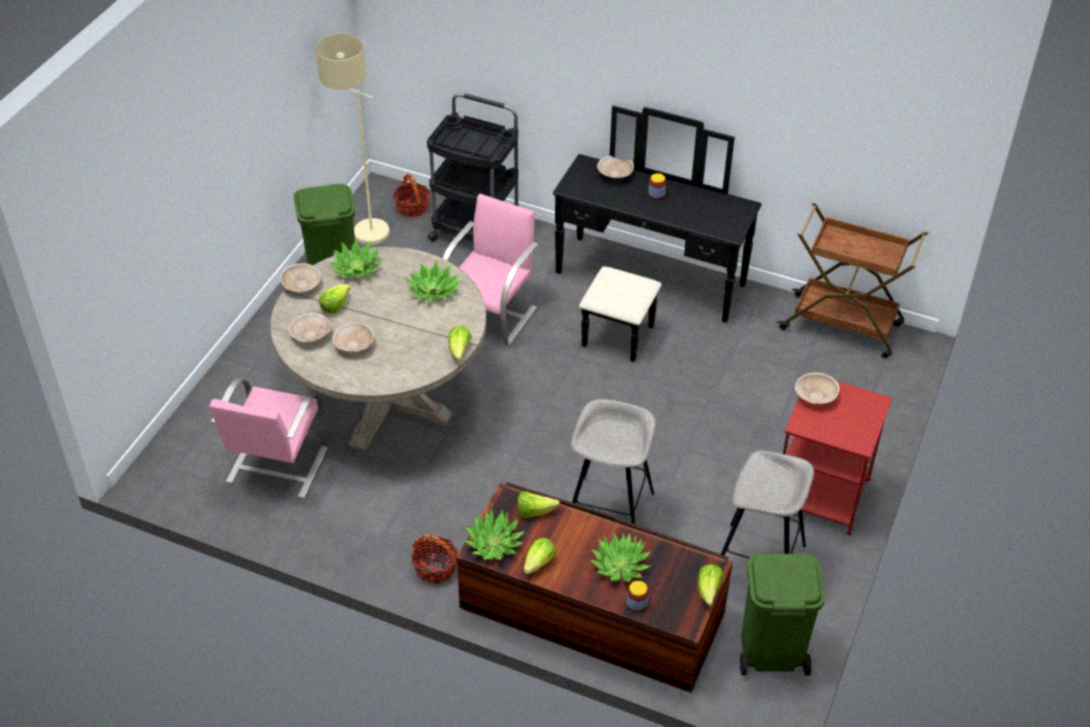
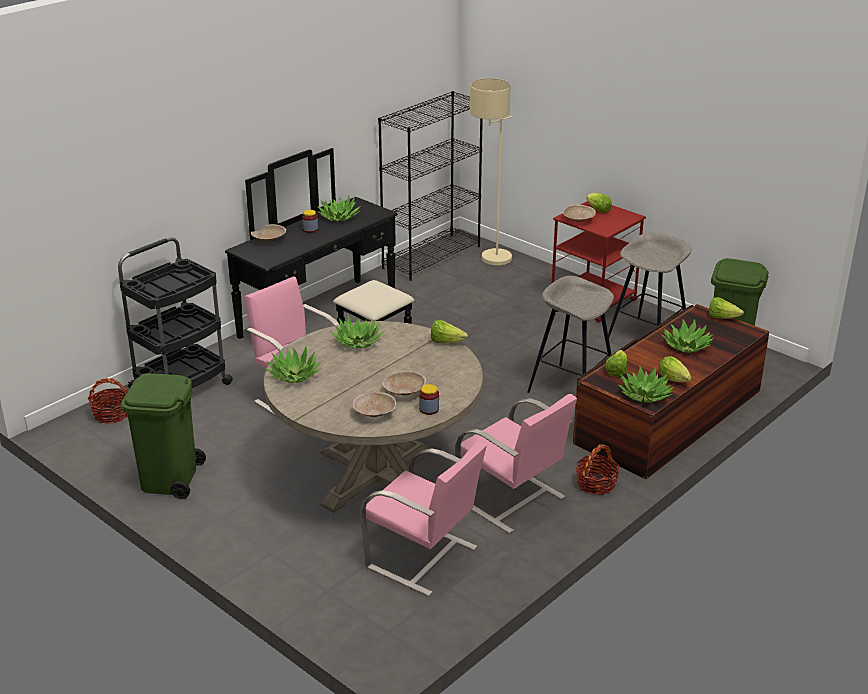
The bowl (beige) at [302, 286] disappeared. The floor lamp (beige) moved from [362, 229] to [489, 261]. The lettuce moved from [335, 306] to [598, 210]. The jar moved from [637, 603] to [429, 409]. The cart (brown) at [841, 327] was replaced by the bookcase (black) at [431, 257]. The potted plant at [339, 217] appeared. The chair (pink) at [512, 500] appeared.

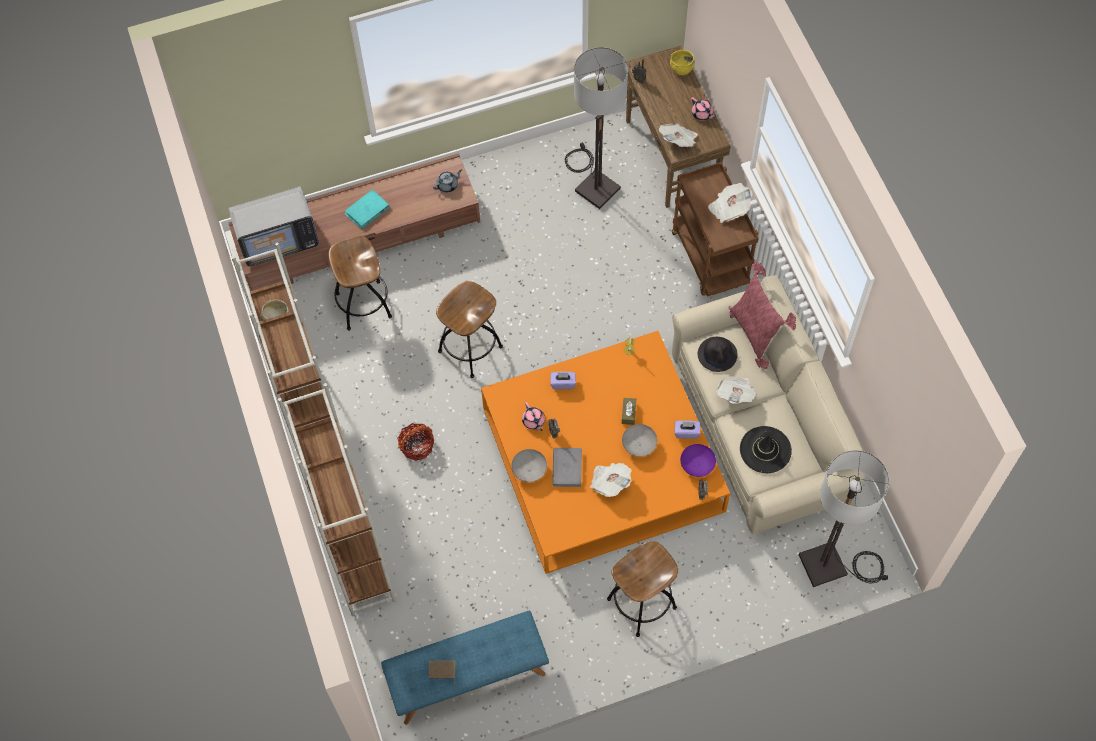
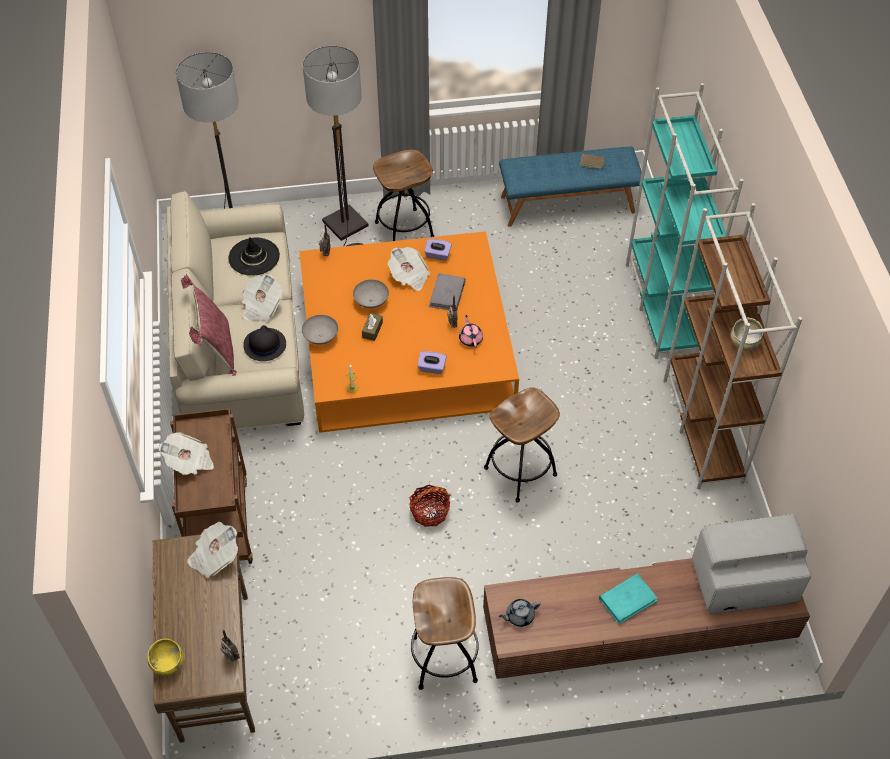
The bookcase (brown) at [355, 550] became the bookcase (turquoise) at [661, 308]. The stool (brown) moved from [363, 304] to [444, 659]. The basket moved from [417, 446] to [429, 512]. The bowl (grey) moved from [530, 470] to [320, 337]. The floor lamp moved from [592, 181] to [347, 233]. The tissue box (purple) moved from [686, 432] to [437, 255]. The bowl (purple) at [697, 465] disappeared. The teapot (pink) at [702, 114] disappeared.

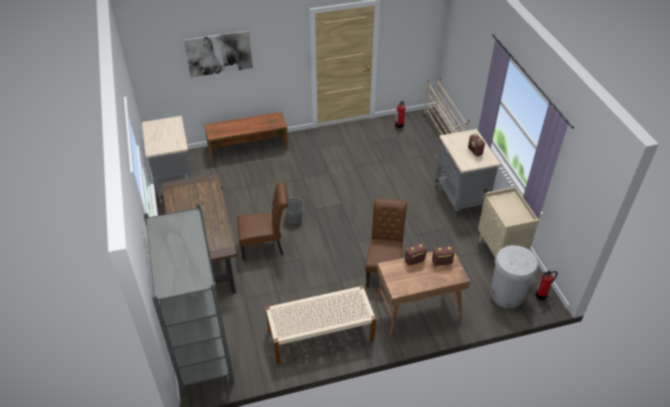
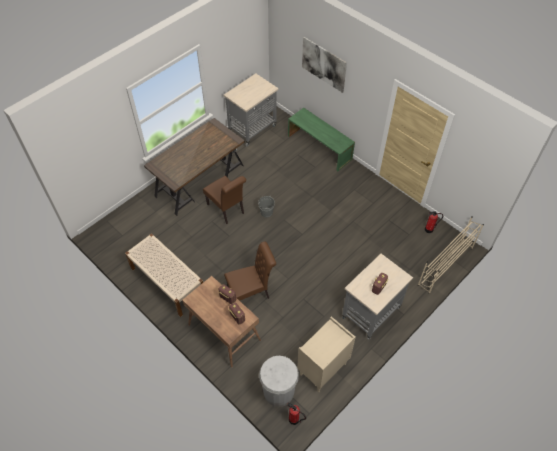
The bookcase (grey) at [202, 348] disappeared. The bench (brown) at [248, 147] became the bench (green) at [320, 147].

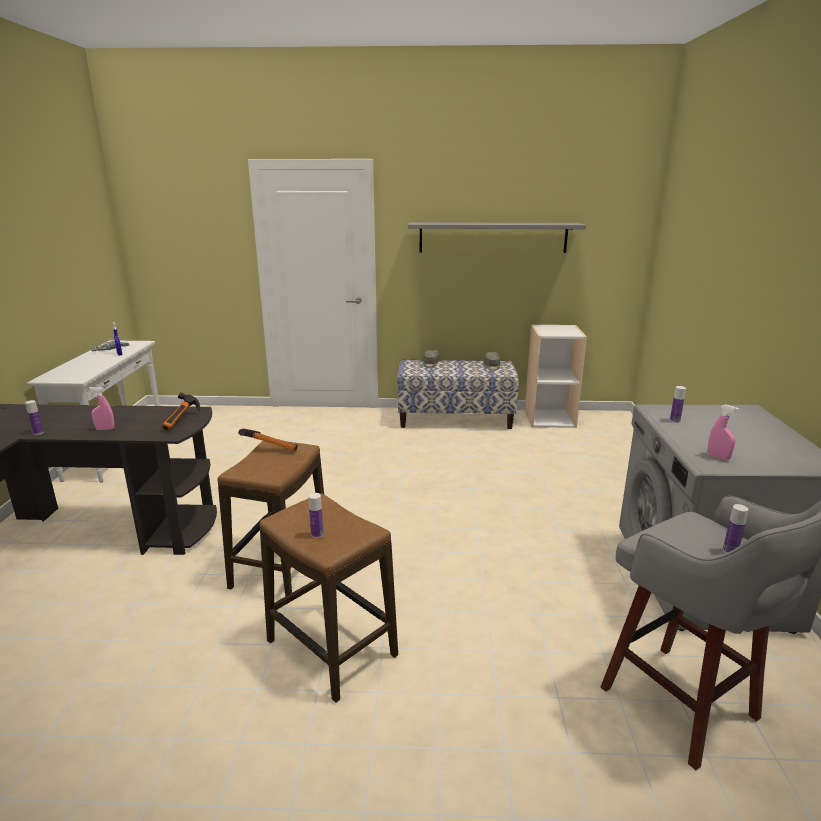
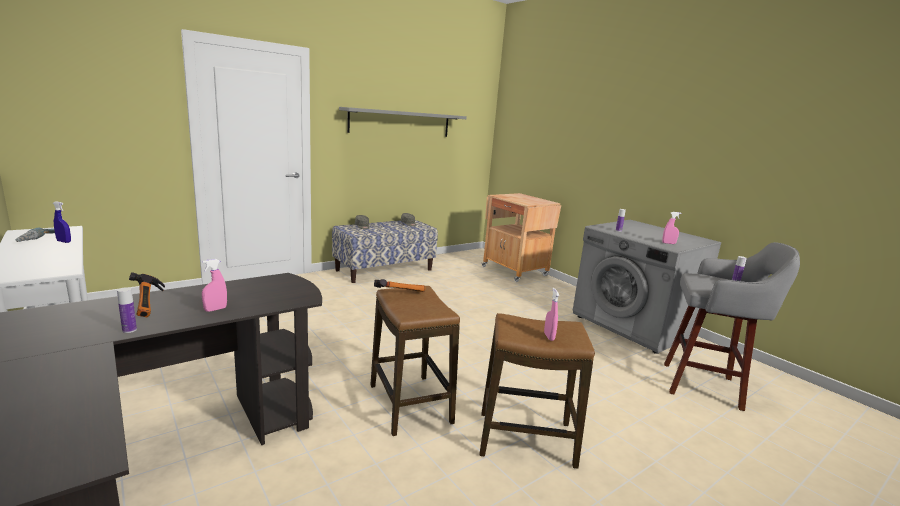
The hammer moved from [183, 421] to [150, 305]. The bottle at [317, 534] was replaced by the spray bottle (pink) at [549, 336]. The bookcase at [550, 418] disappeared. The cart (brown) at [515, 272] appeared.

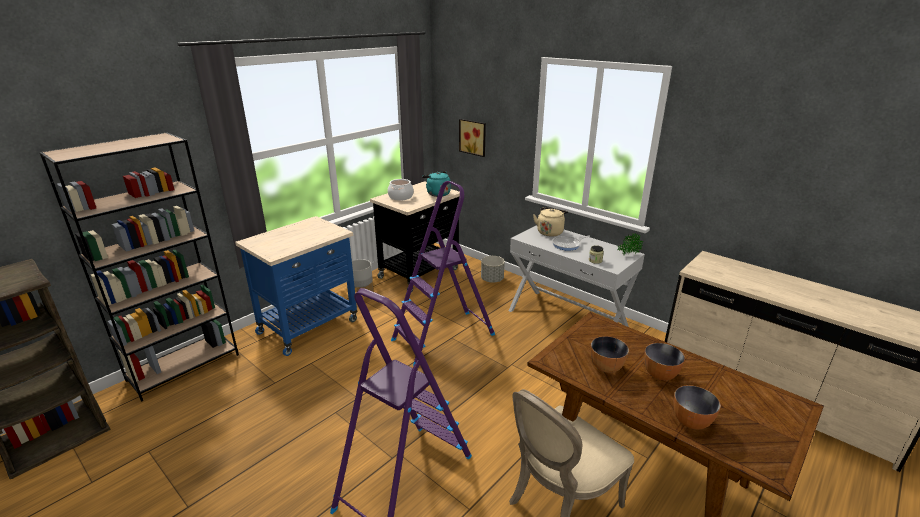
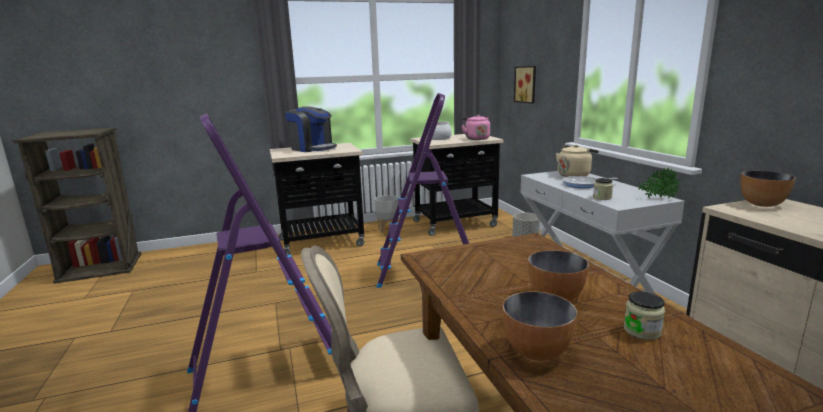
The bookcase (beige) at [184, 367] disappeared. The cart (blue) at [308, 326] became the cart (black) at [322, 242]. The kettle (turquoise) at [437, 194] became the kettle (pink) at [476, 138]. The bowl moved from [606, 367] to [761, 204]. The coffee machine at [312, 148] appeared. The jar at [642, 331] appeared.

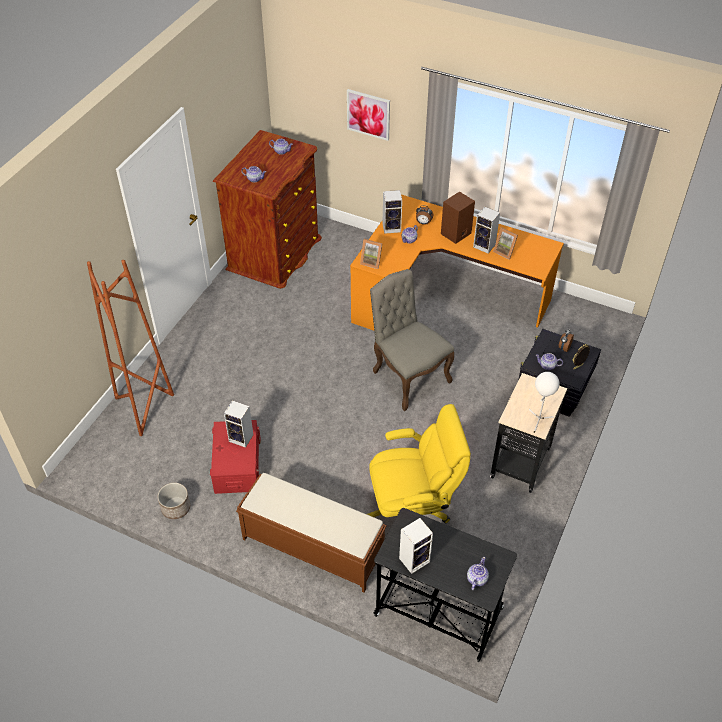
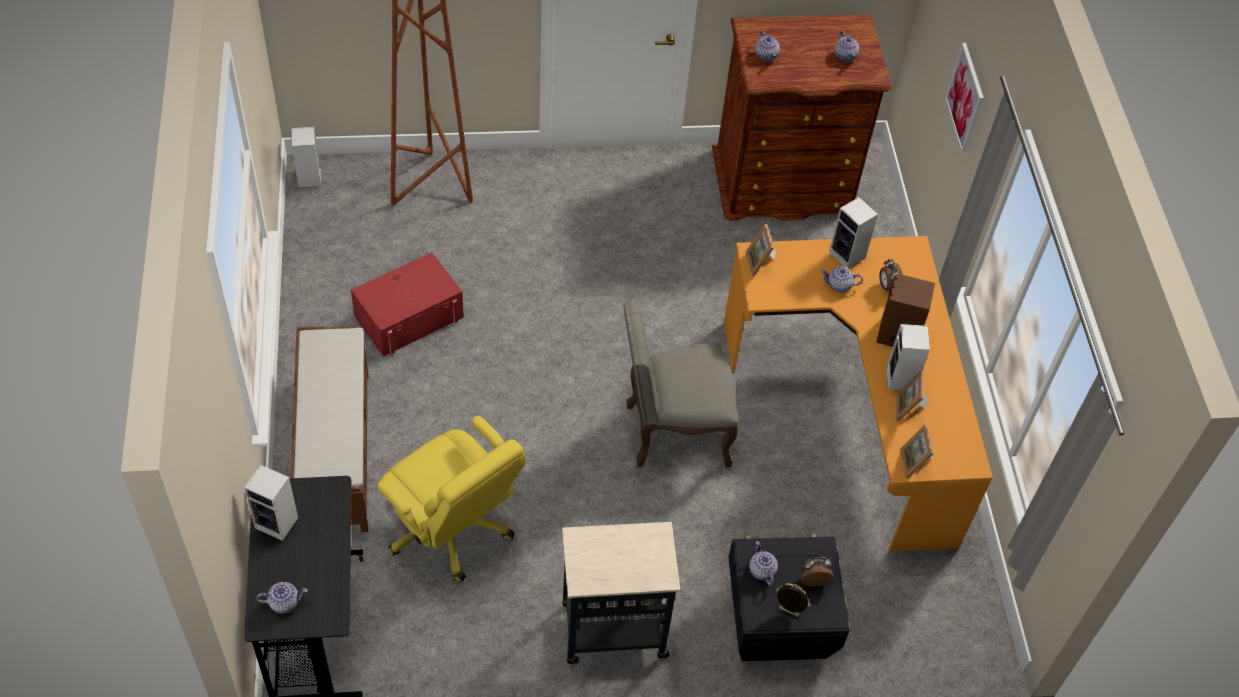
The planter at [176, 508] disappeared. The speaker moved from [242, 438] to [310, 178]. The chair (grey) at [408, 377] turned 120 degrees counterclockwise. The table lamp (white) at [538, 420] disappeared. The picture frame at [916, 463] appeared.

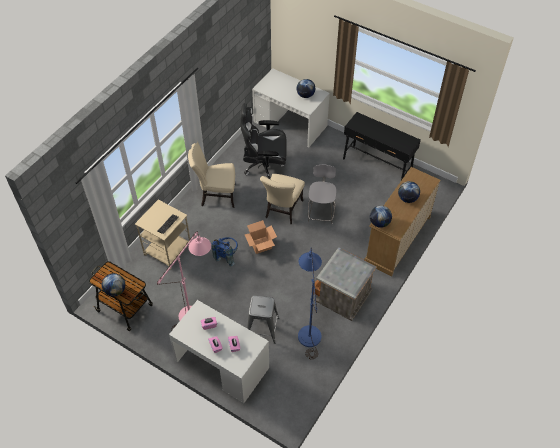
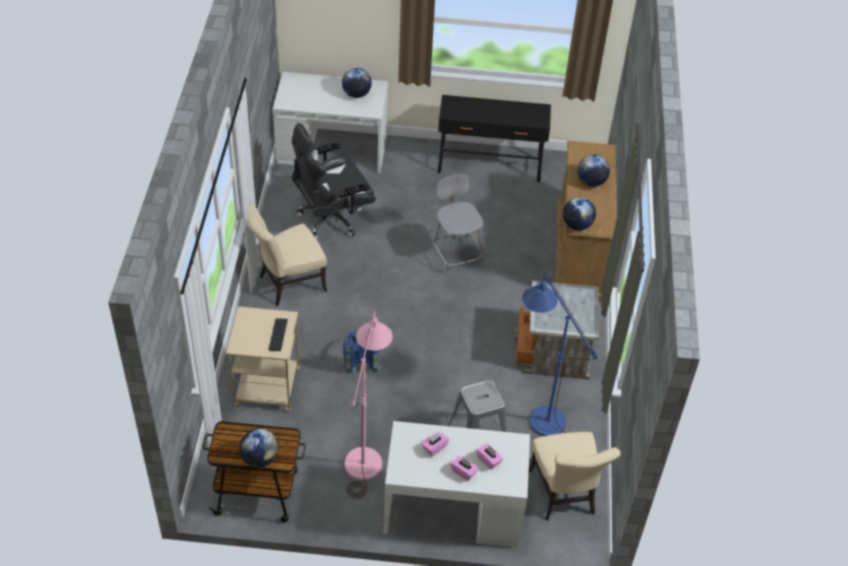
The cardboard box at [261, 244] disappeared. The chair (beige) moved from [282, 210] to [564, 495].

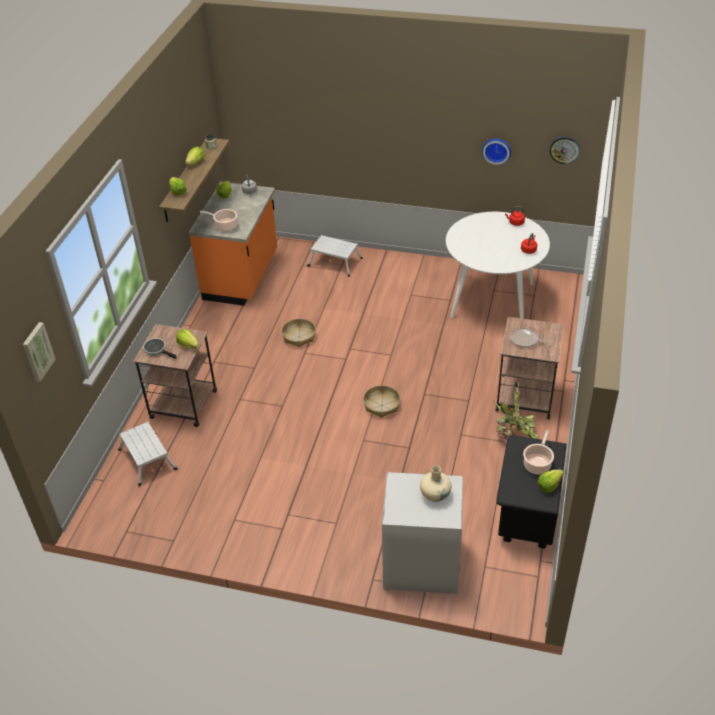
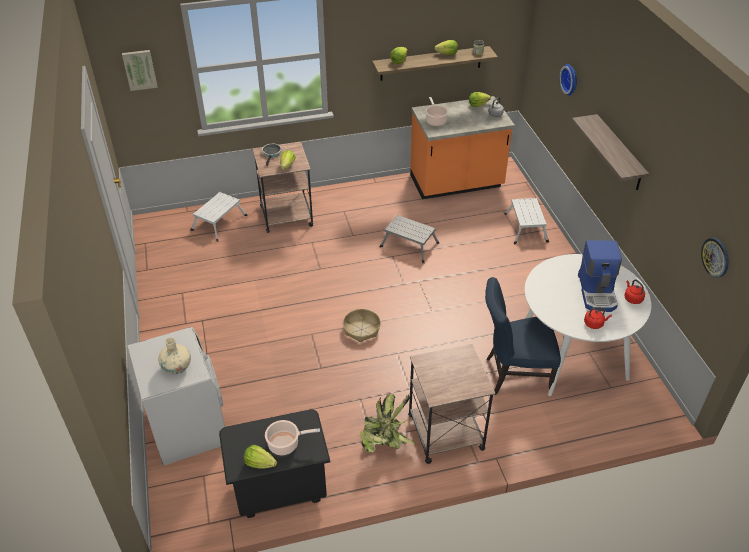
The basket at [299, 336] was replaced by the step ladder (grey) at [409, 245]. The wall clock moved from [496, 150] to [570, 79]. The frying pan at [526, 340] disappeared. The chair (blue) at [513, 375] appeared. The shelf at [619, 153] appeared. The coffee machine at [597, 292] appeared.

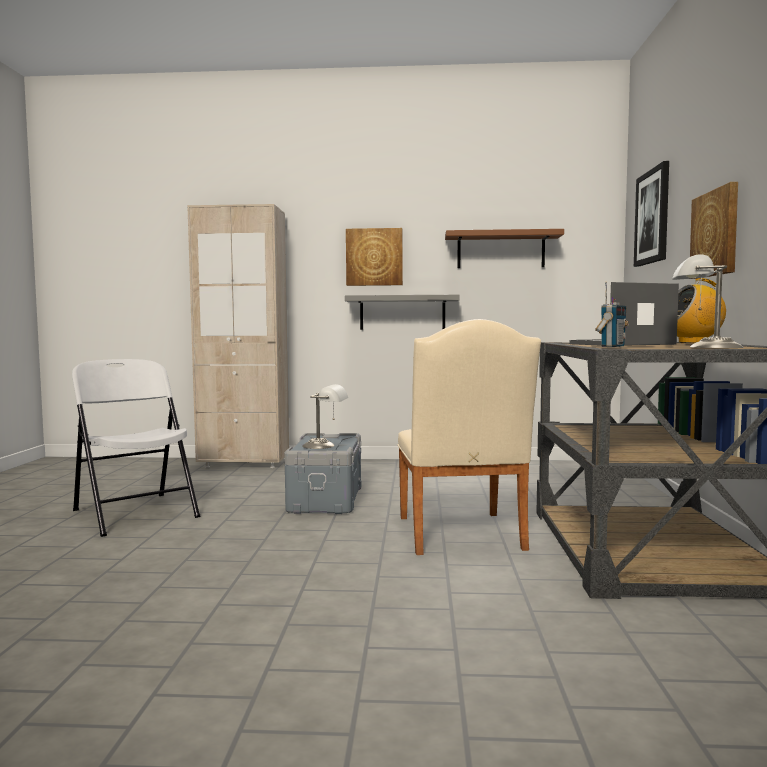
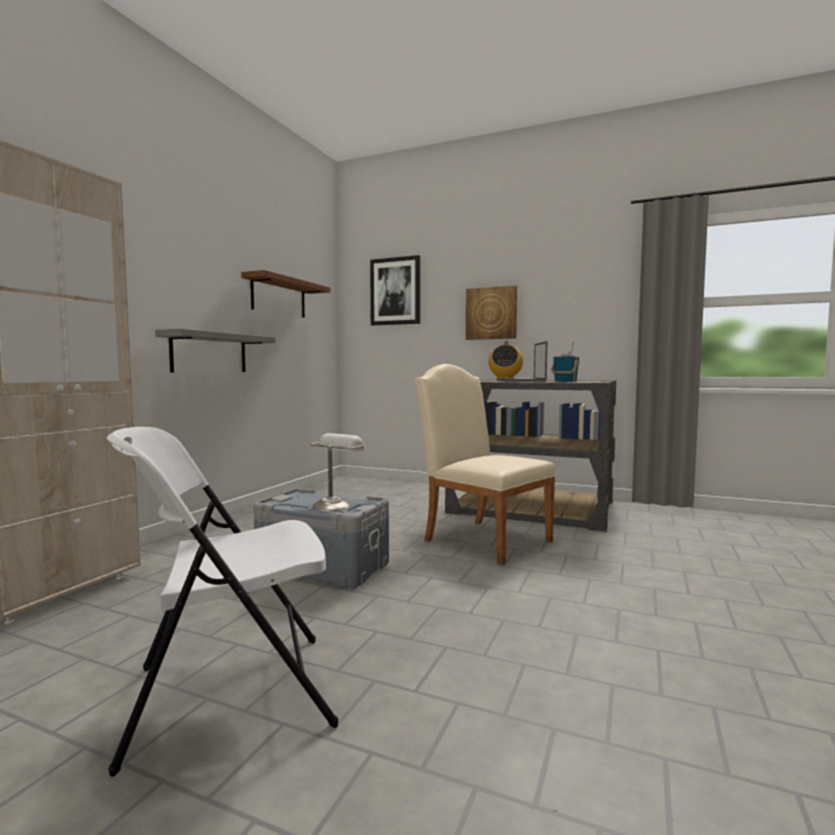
The picture at [374, 257] disappeared. The chair (beige) at [461, 536] turned 150 degrees counterclockwise. The table lamp (white) at [704, 347] disappeared.

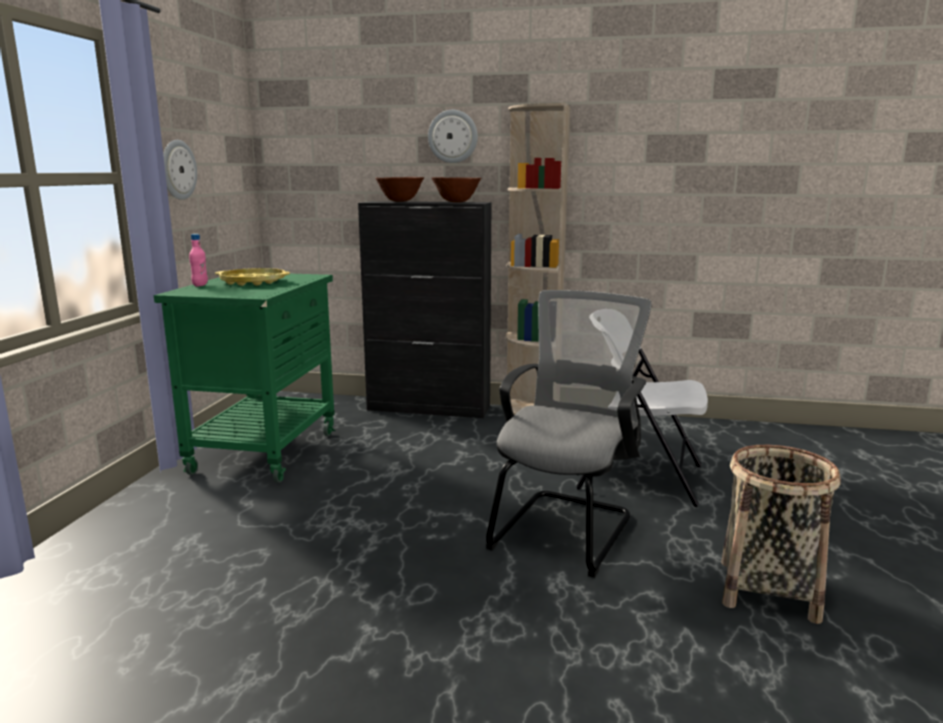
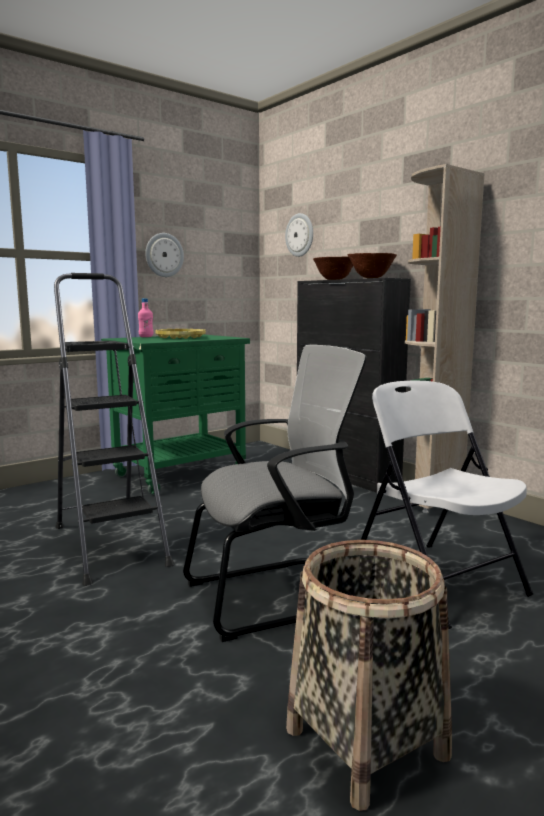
The wall clock moved from [453, 136] to [300, 235]. The step ladder at [109, 543] appeared.

